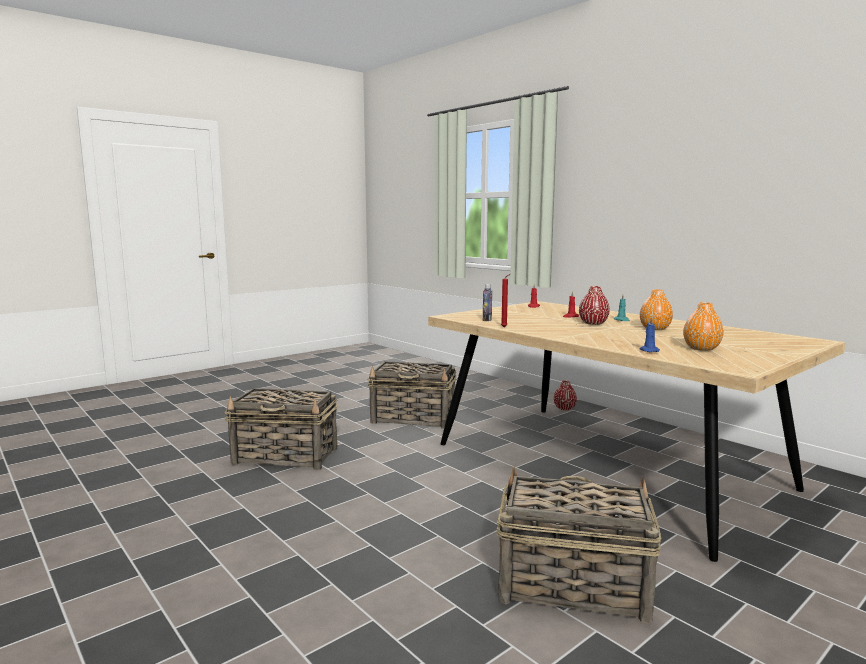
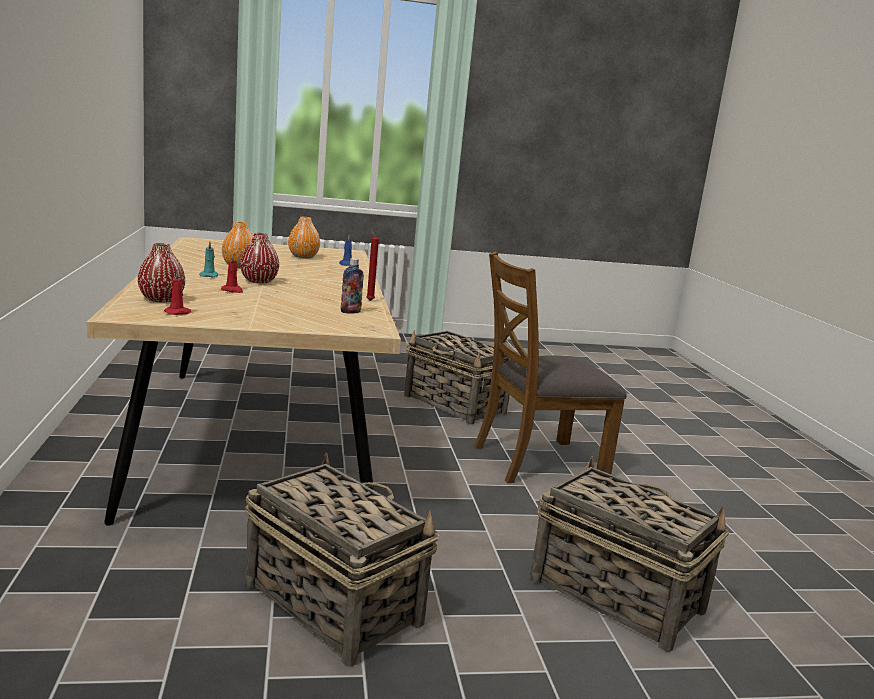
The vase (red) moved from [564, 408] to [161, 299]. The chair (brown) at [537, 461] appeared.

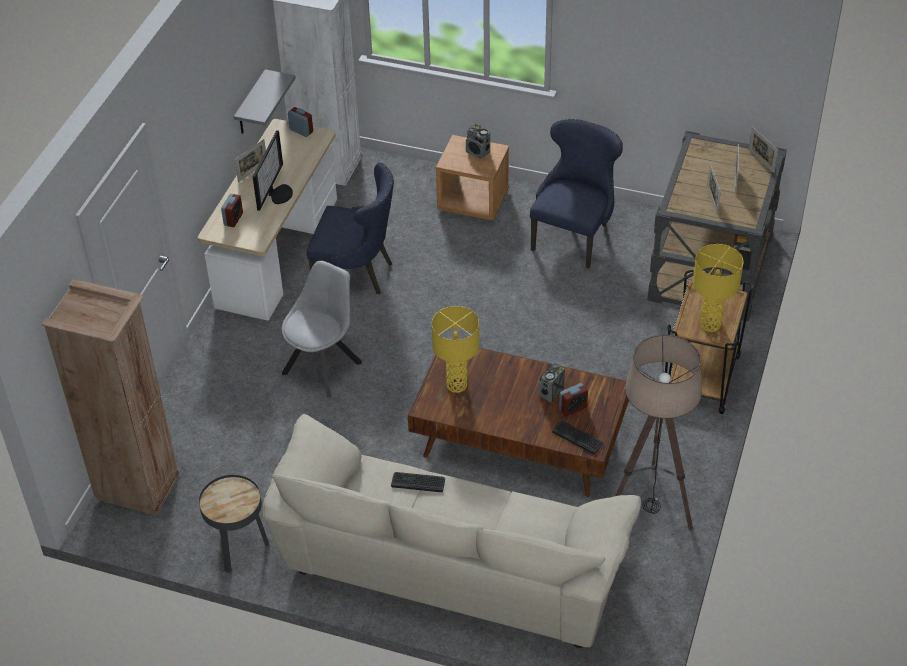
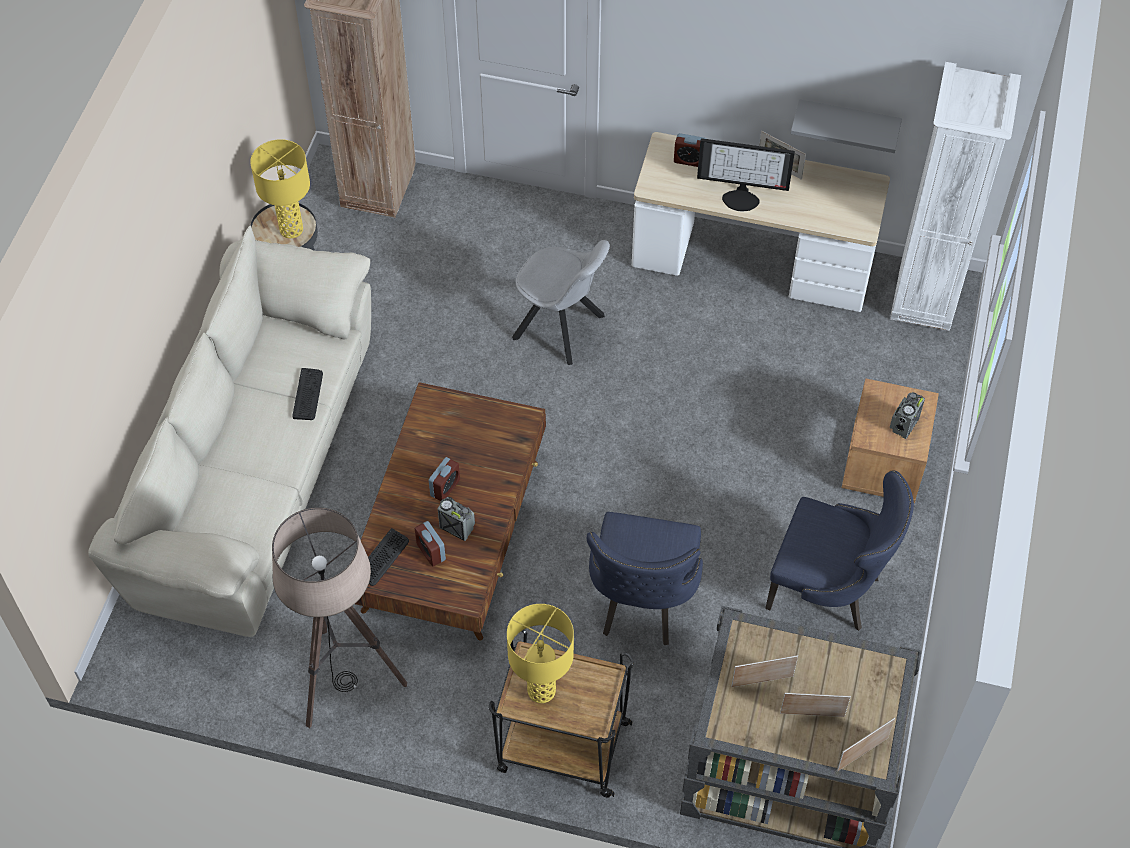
The alarm clock moved from [301, 131] to [445, 488]. The chair (blue) moved from [356, 273] to [642, 602]. The table lamp (yellow) moved from [456, 385] to [291, 229].

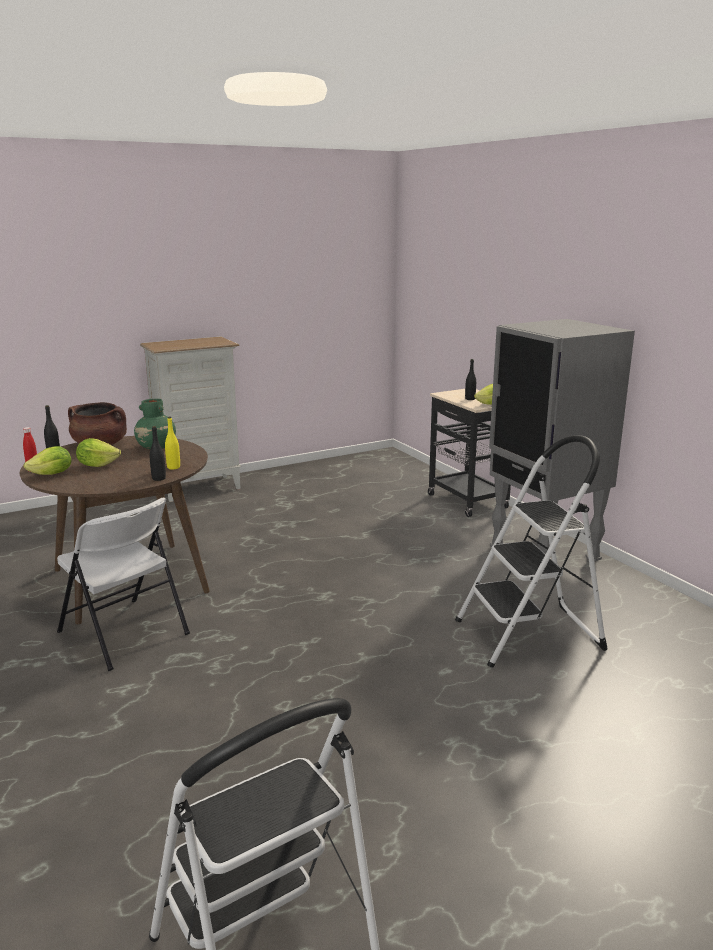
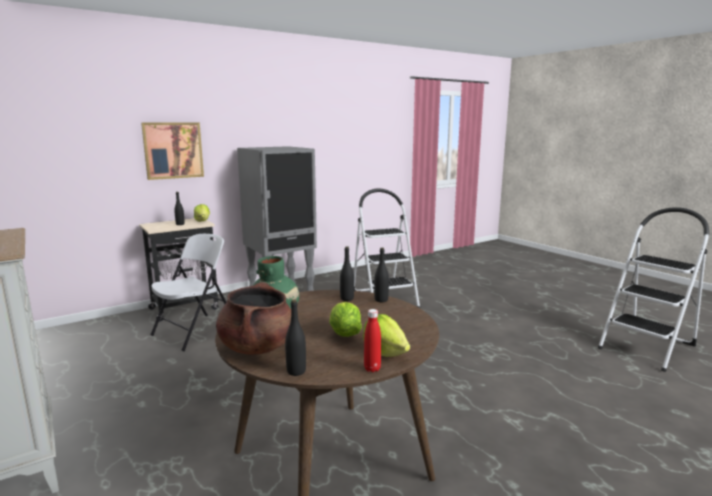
The chair (white) moved from [123, 633] to [196, 332]. The bottle (yellow) at [173, 467] became the bottle (black) at [347, 298]. The picture at [173, 150] appeared.

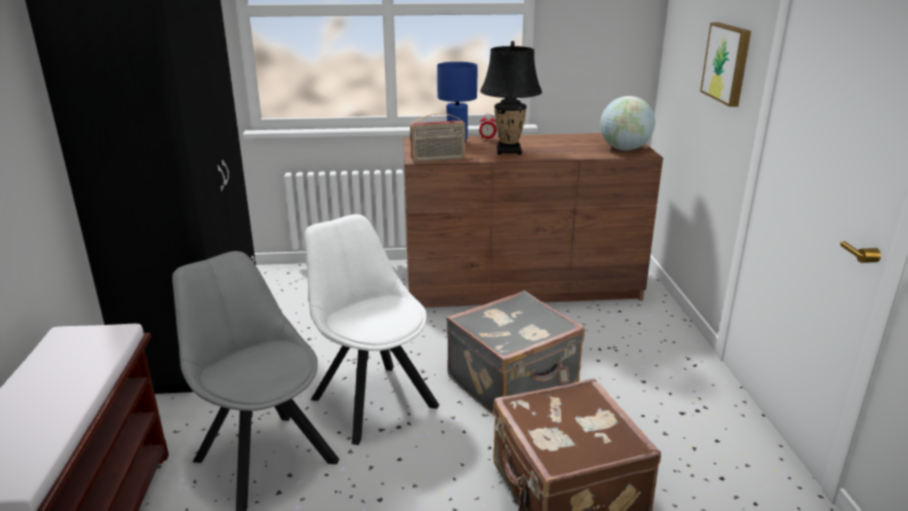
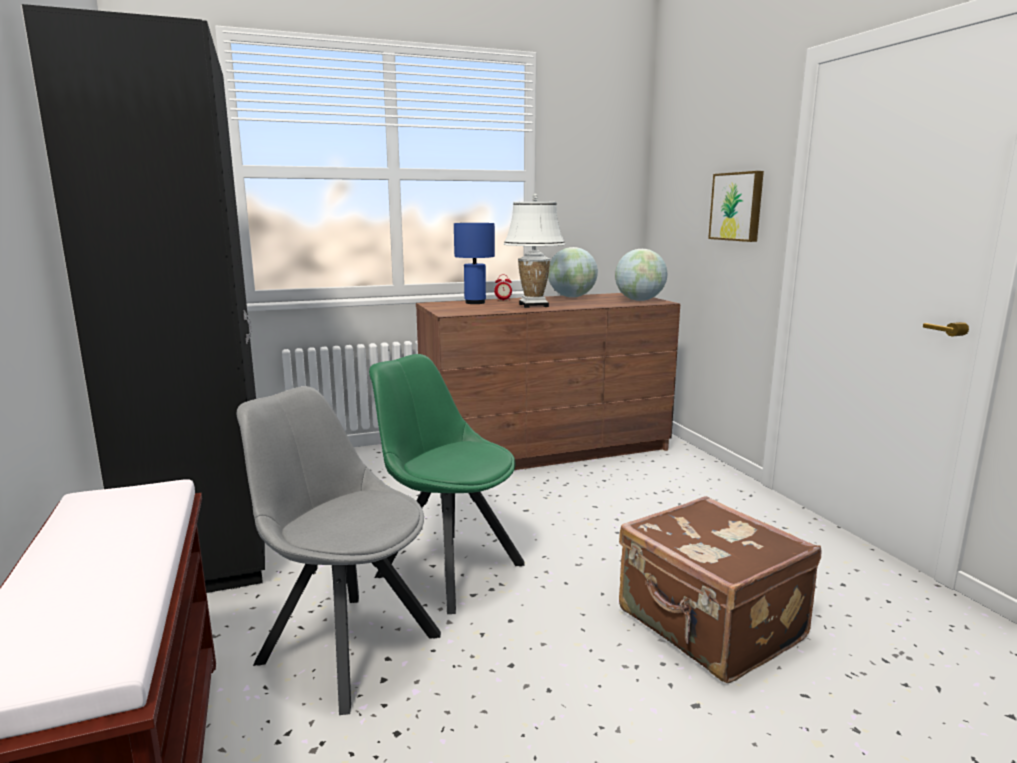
The chair (white) at [372, 400] became the chair (green) at [447, 568]. The radio at [438, 159] disappeared. The suitcase (grey) at [514, 383] disappeared. The table lamp (black) at [508, 151] became the table lamp (white) at [533, 305]. The globe at [572, 297] appeared.

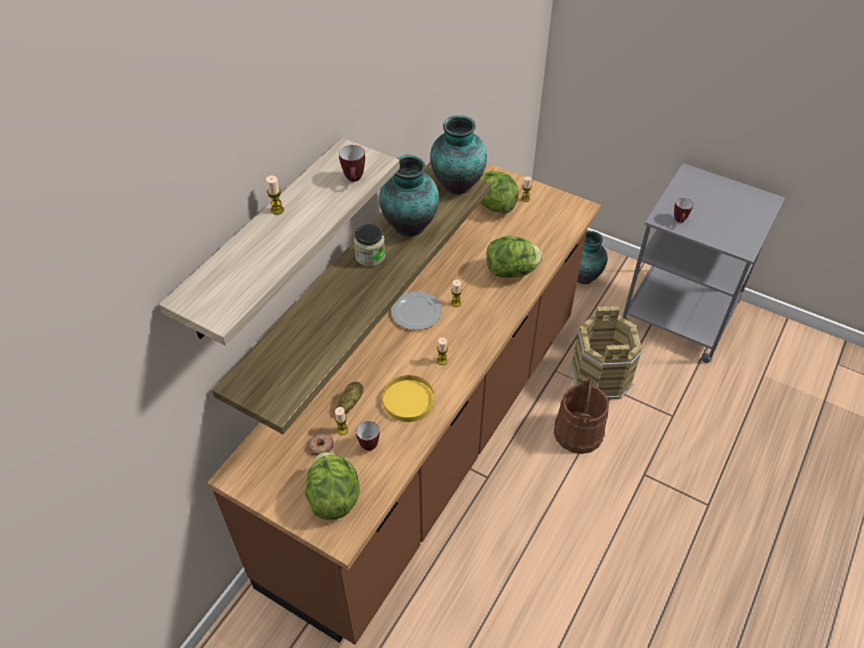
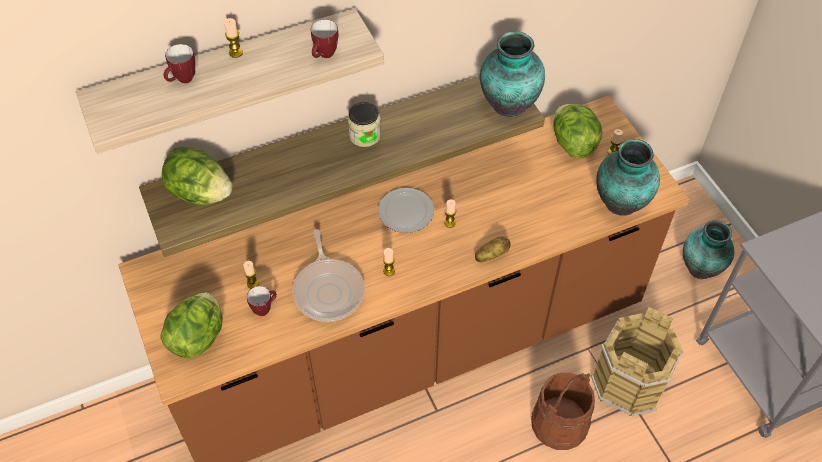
The donut at [321, 446] disappeared. The potato moved from [349, 404] to [491, 255]. The vase moved from [410, 227] to [620, 204]. The plate (yellow) at [408, 400] was replaced by the frying pan at [329, 290]. The lettuce moved from [512, 271] to [200, 193]. The mug moved from [680, 221] to [183, 81].

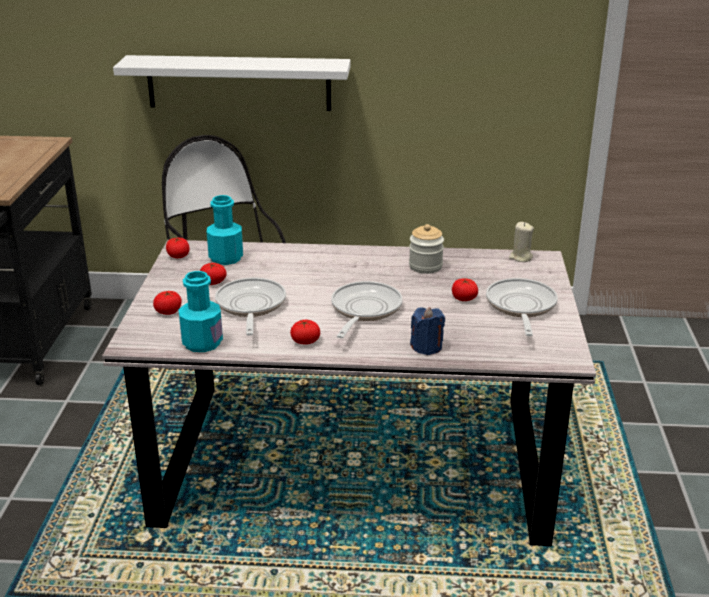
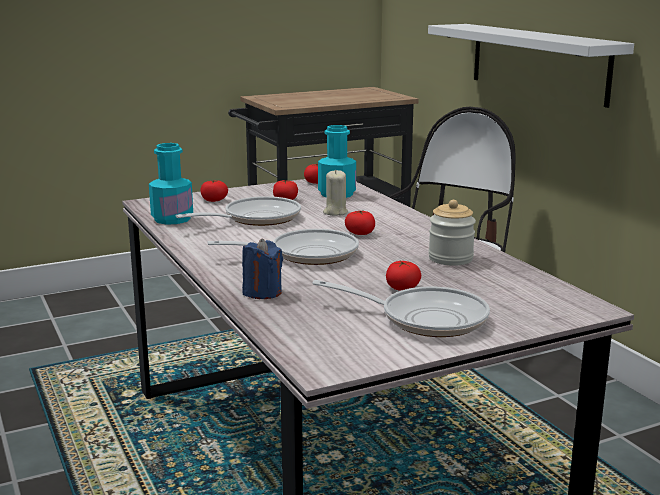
The tomato moved from [305, 341] to [360, 233]. The frying pan at [520, 307] turned 45 degrees clockwise. The candle (beige) moved from [520, 257] to [335, 212].

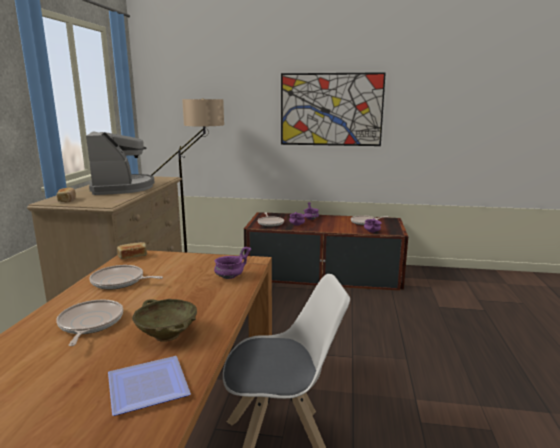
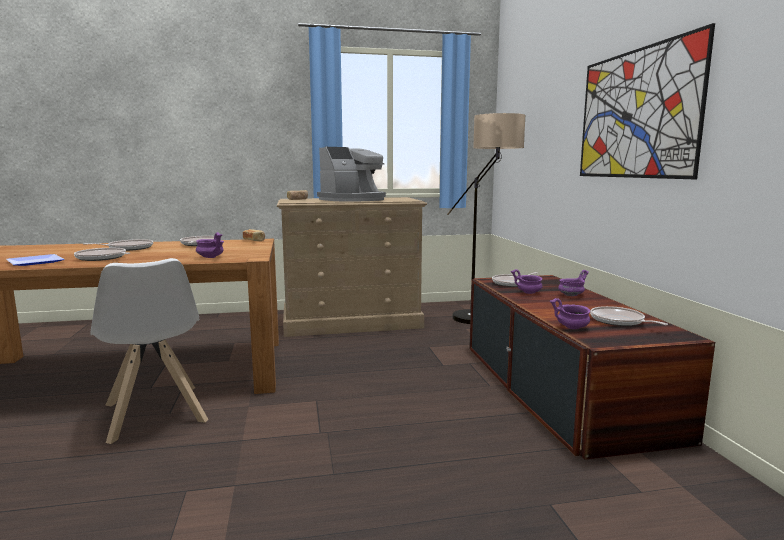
The bowl (beige) at [167, 335] was replaced by the frying pan at [102, 258].

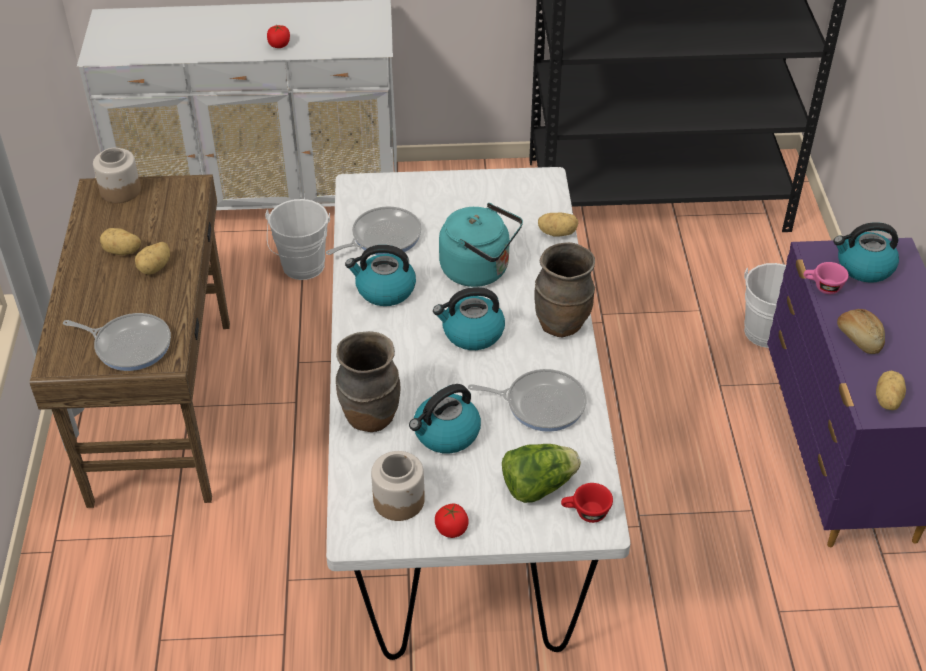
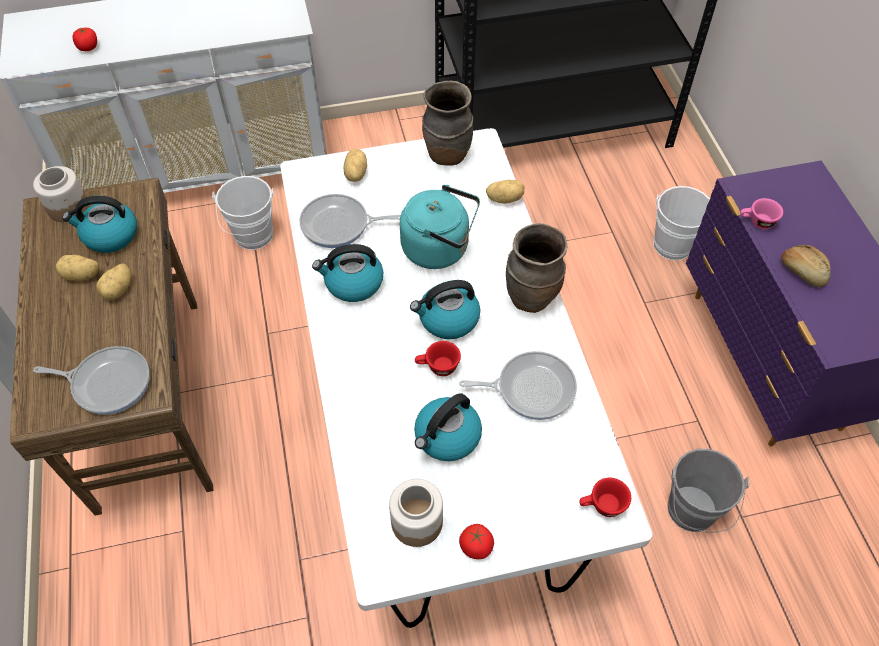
The tomato moved from [279, 45] to [88, 47]. The frying pan at [382, 237] turned 135 degrees counterclockwise. The vase (brown) moved from [369, 417] to [446, 155]. The lettuce at [538, 486] disappeared. The kettle moved from [863, 267] to [109, 235]. The potato moved from [886, 400] to [355, 174]. The cup (red) at [437, 367] appeared. The bucket (grey) at [691, 515] appeared.

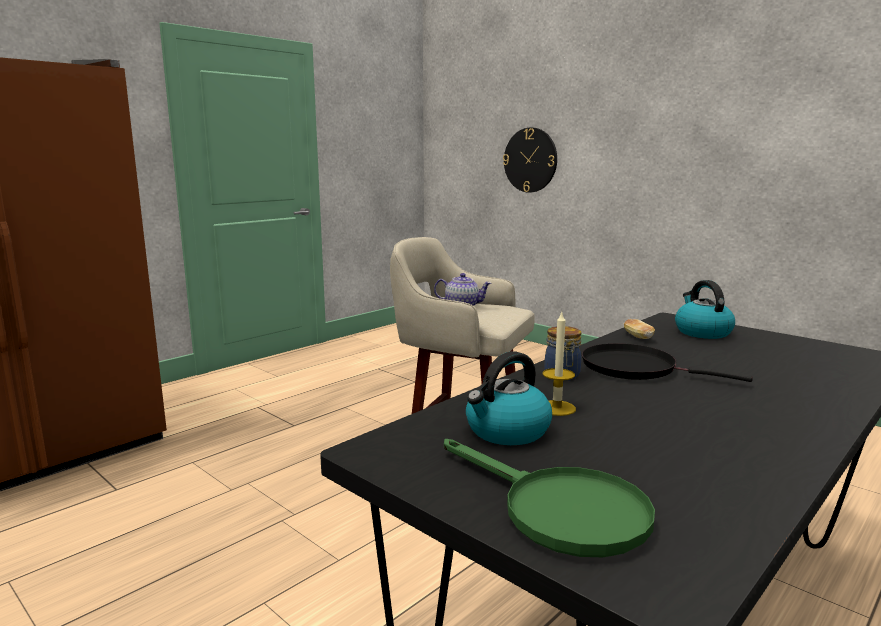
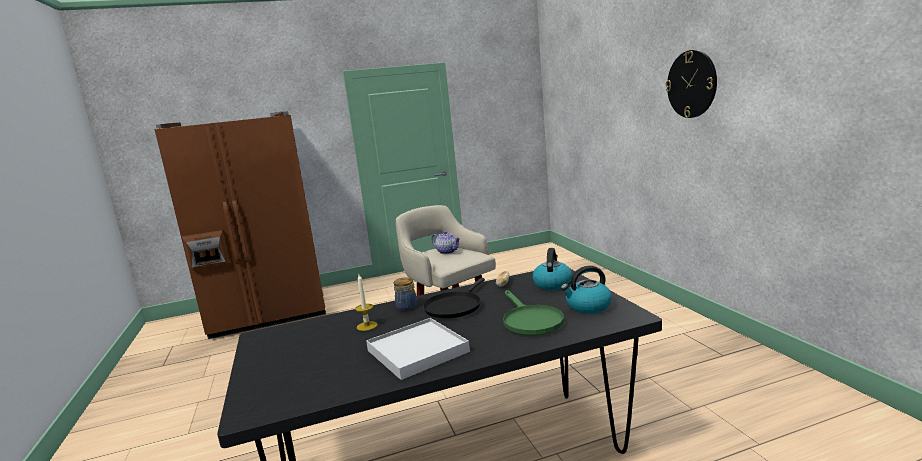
The frying pan (green) moved from [558, 510] to [529, 320]. The kettle moved from [507, 431] to [588, 307]. The wall clock moved from [530, 160] to [691, 84]. The frying pan (black) at [635, 368] turned 120 degrees counterclockwise. The tray (white) at [417, 351] appeared.

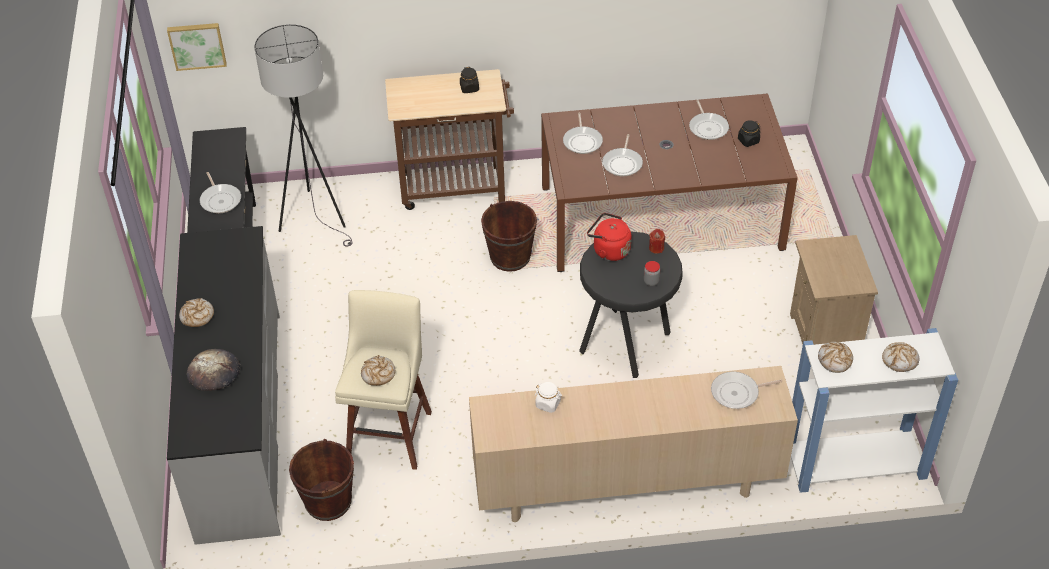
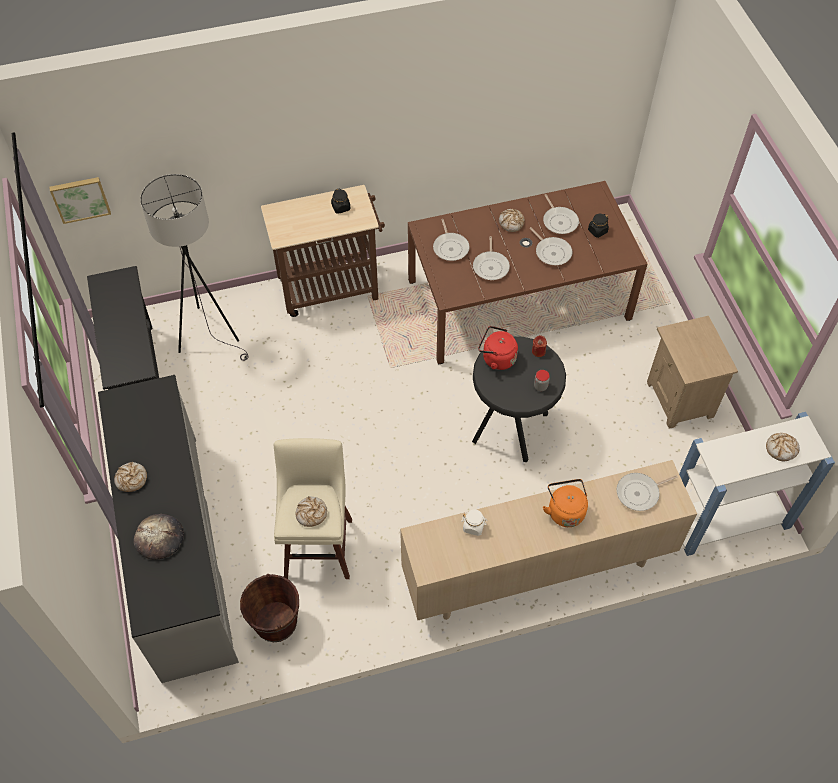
The frying pan moved from [220, 200] to [552, 252]. The bucket (brown) at [510, 257] disappeared. The bread moved from [835, 360] to [511, 223]. The kettle (orange) at [565, 510] appeared.

